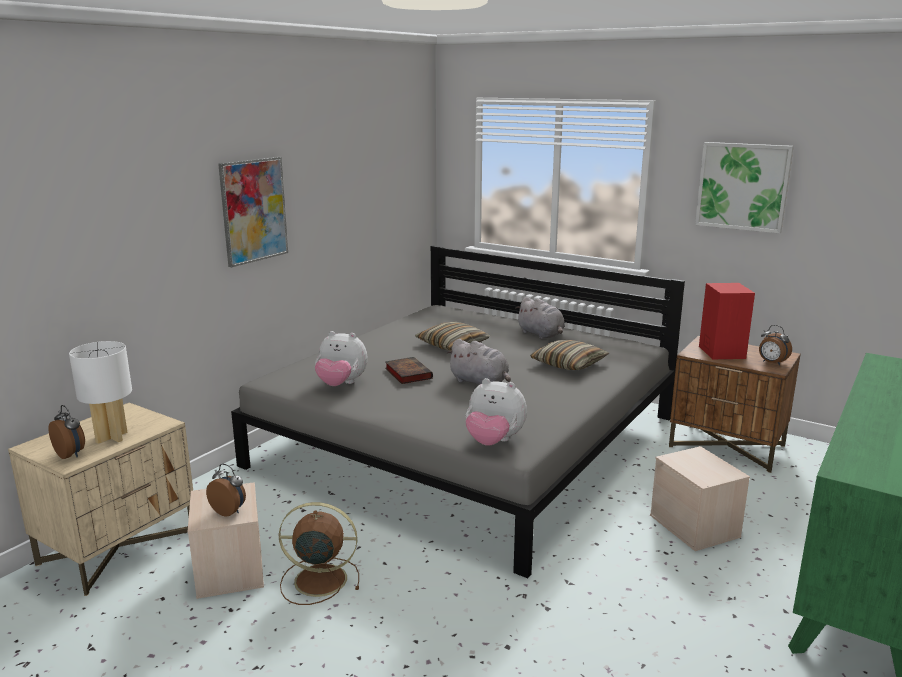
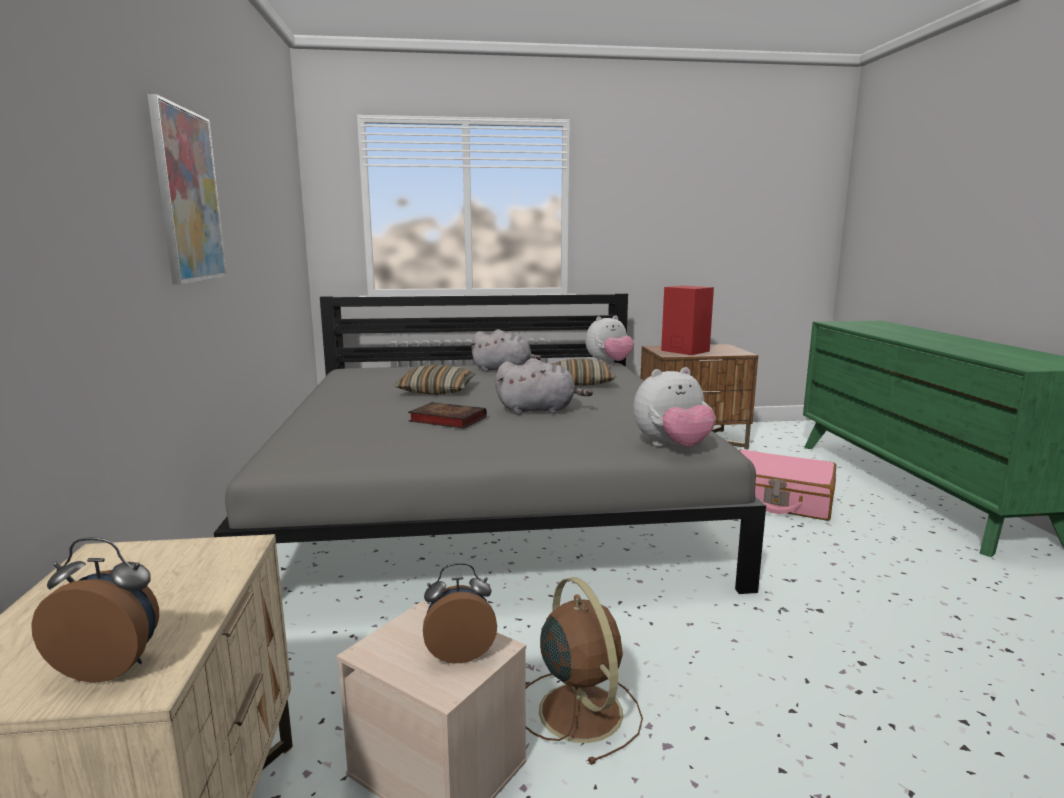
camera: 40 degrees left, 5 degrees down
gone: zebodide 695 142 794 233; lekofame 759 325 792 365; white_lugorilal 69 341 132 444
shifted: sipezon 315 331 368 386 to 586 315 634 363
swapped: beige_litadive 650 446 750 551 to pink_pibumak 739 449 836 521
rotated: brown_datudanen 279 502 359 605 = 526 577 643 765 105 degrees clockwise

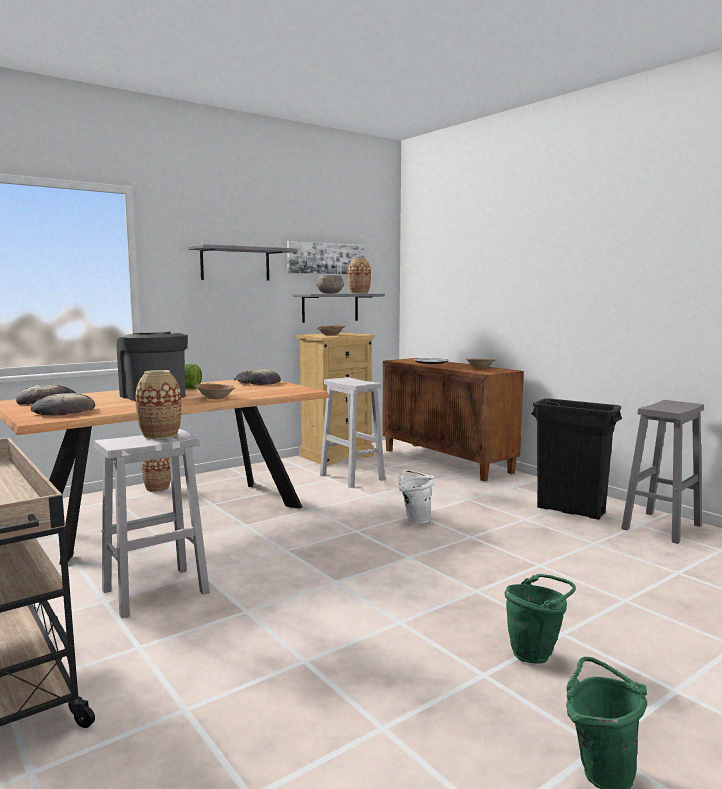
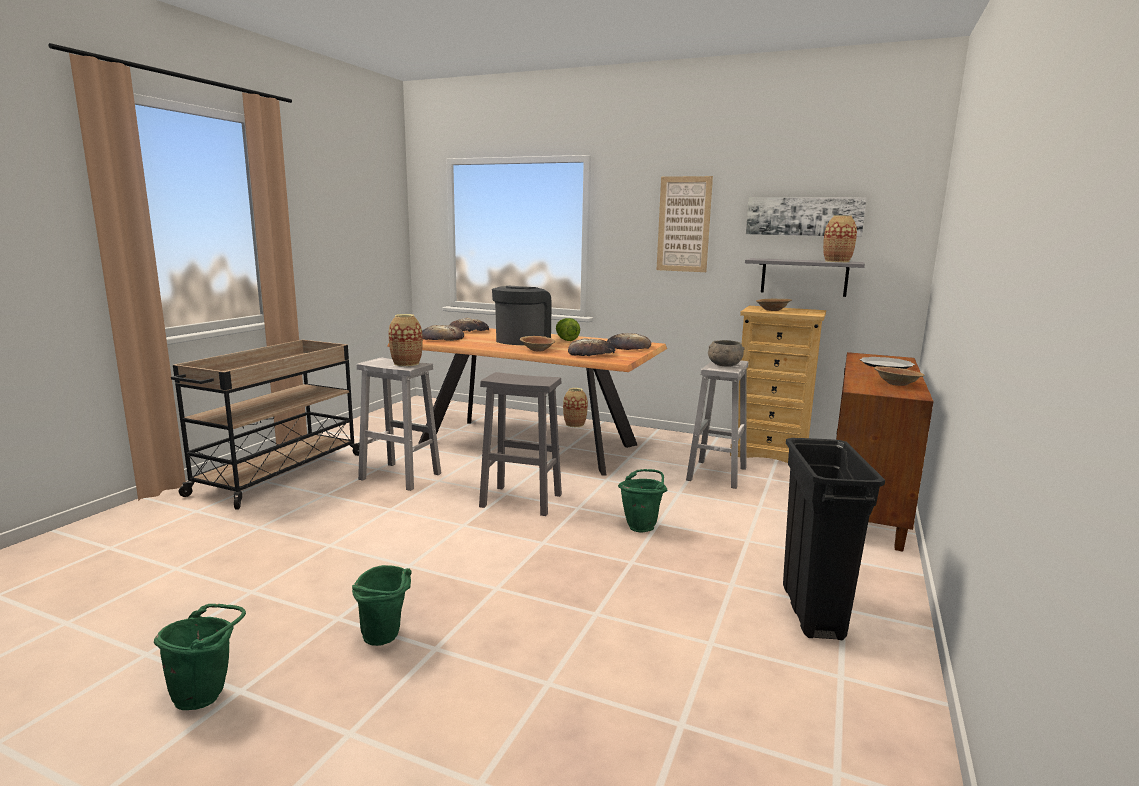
camera: 60 degrees right, 5 degrees up
new: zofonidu 568 338 616 356
shifted: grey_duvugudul 316 275 344 294 to 708 340 745 367; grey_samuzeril 621 400 704 544 to 479 372 562 516
swapped: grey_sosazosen 188 244 296 280 to zebodide 657 176 713 272
repainted: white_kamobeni 399 470 434 524 to green_kamobeni 618 469 667 533

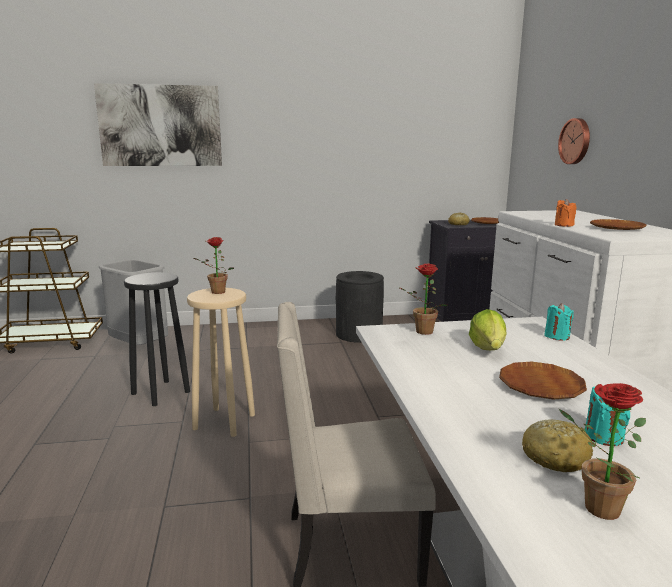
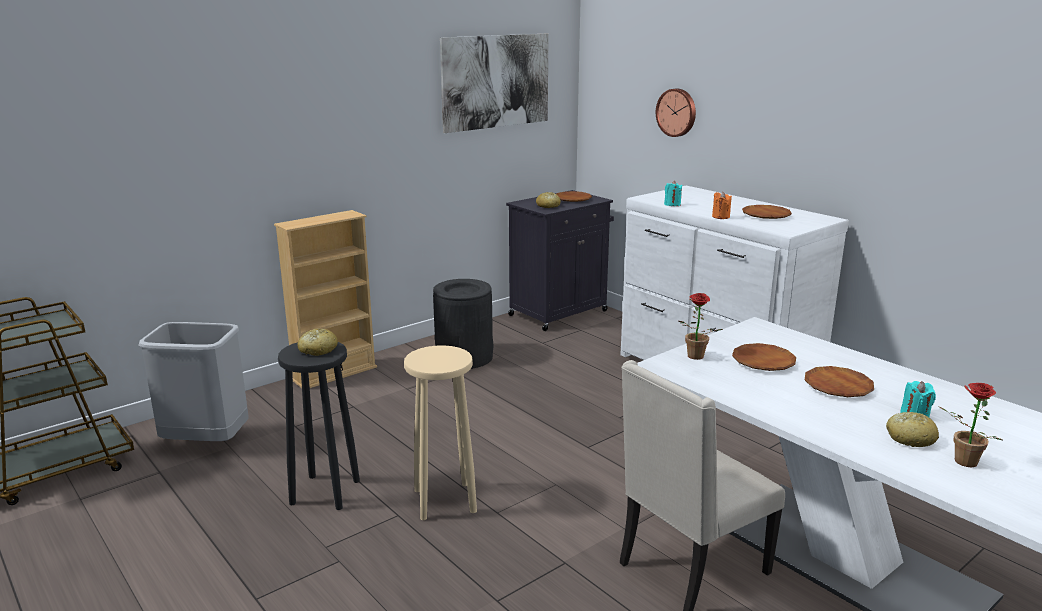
camera: 30 degrees left, 5 degrees up
gone: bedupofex 194 237 234 294
new: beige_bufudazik 274 210 377 388; zofonidu 297 329 338 356
shifted: zebodide 94 83 222 166 to 440 34 549 133; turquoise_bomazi 544 303 574 341 to 664 181 683 206
swapped: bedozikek 469 309 507 350 to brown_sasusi 732 343 796 371

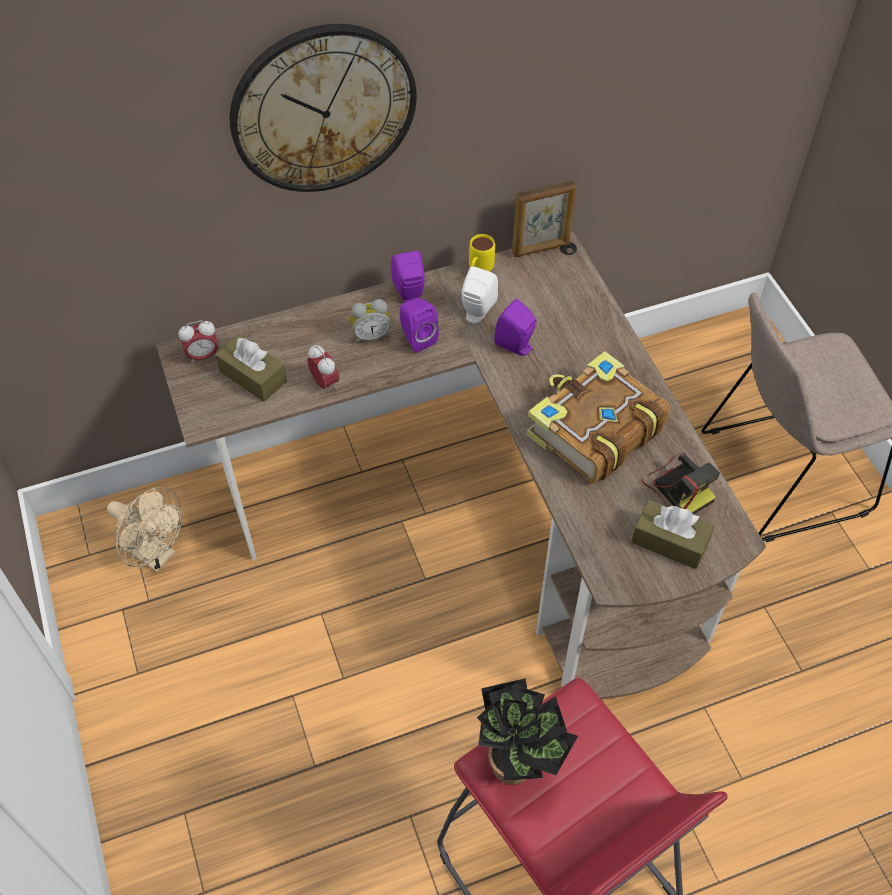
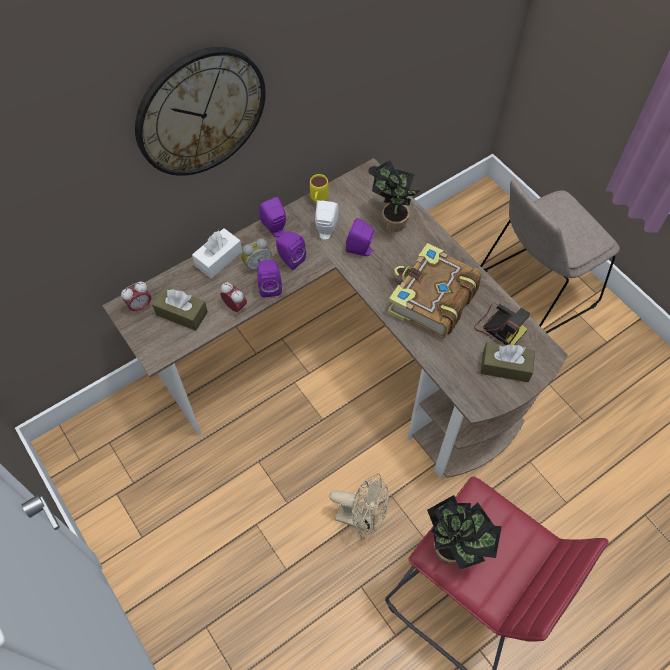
camera: 15 degrees left, 5 degrees up
gone: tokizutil 512 180 576 257
new: bedupofex 371 160 421 232; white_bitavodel 192 228 242 278; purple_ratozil 257 260 282 297
shifted: beige_datudanen 107 487 181 572 to 329 473 389 539

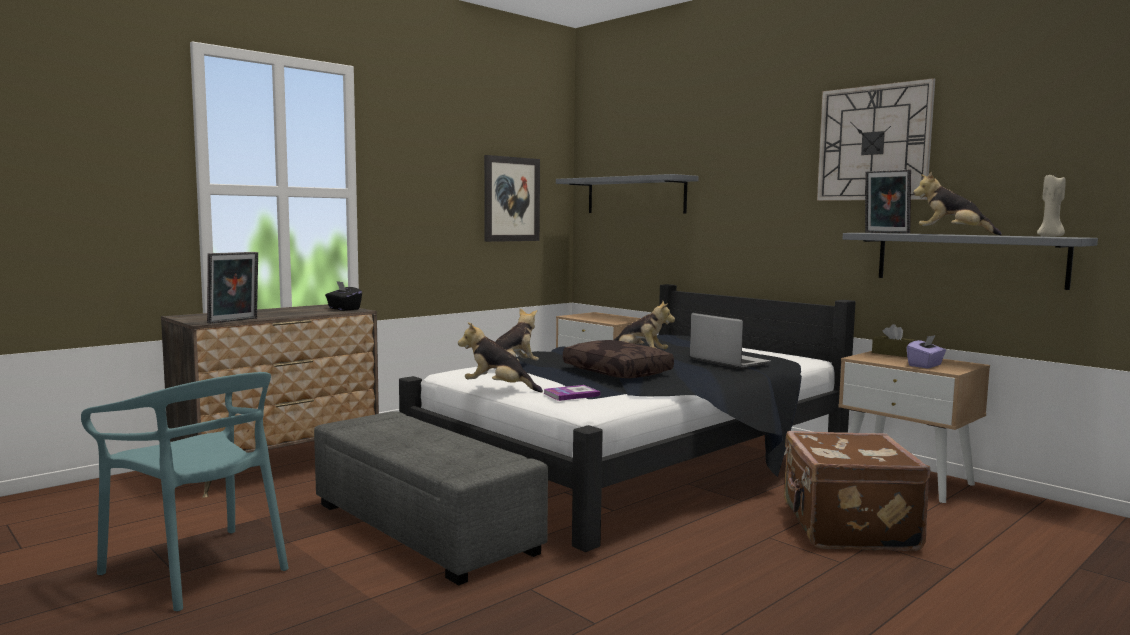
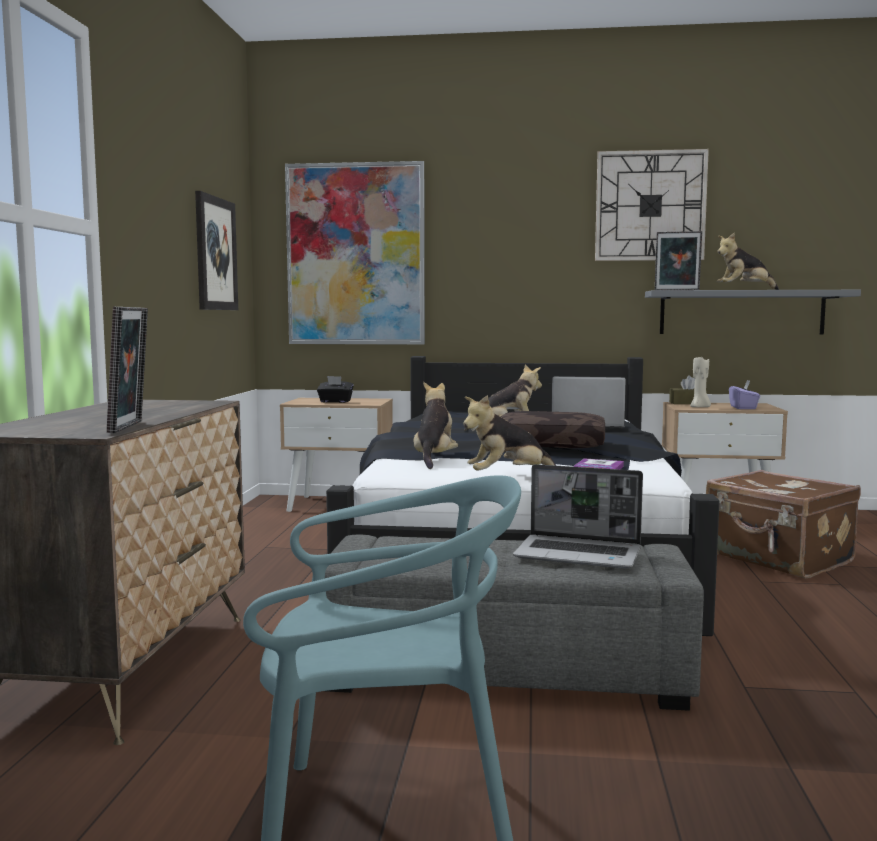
camera: 40 degrees left, 0 degrees up
new: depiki 513 464 643 569
shifted: beige_bomazi 1037 174 1066 237 to 690 356 711 407; black_bitavodel 325 281 362 311 to 317 376 354 403
swapped: grey_sosazosen 556 174 699 213 to zebodide 285 161 425 345

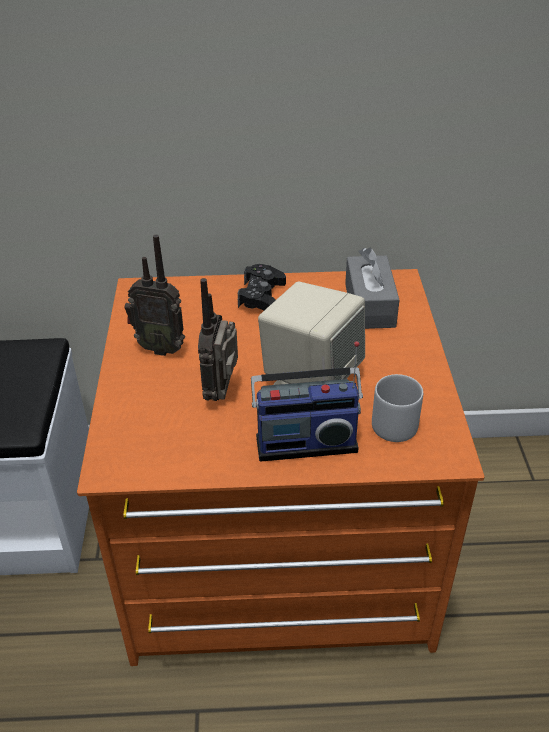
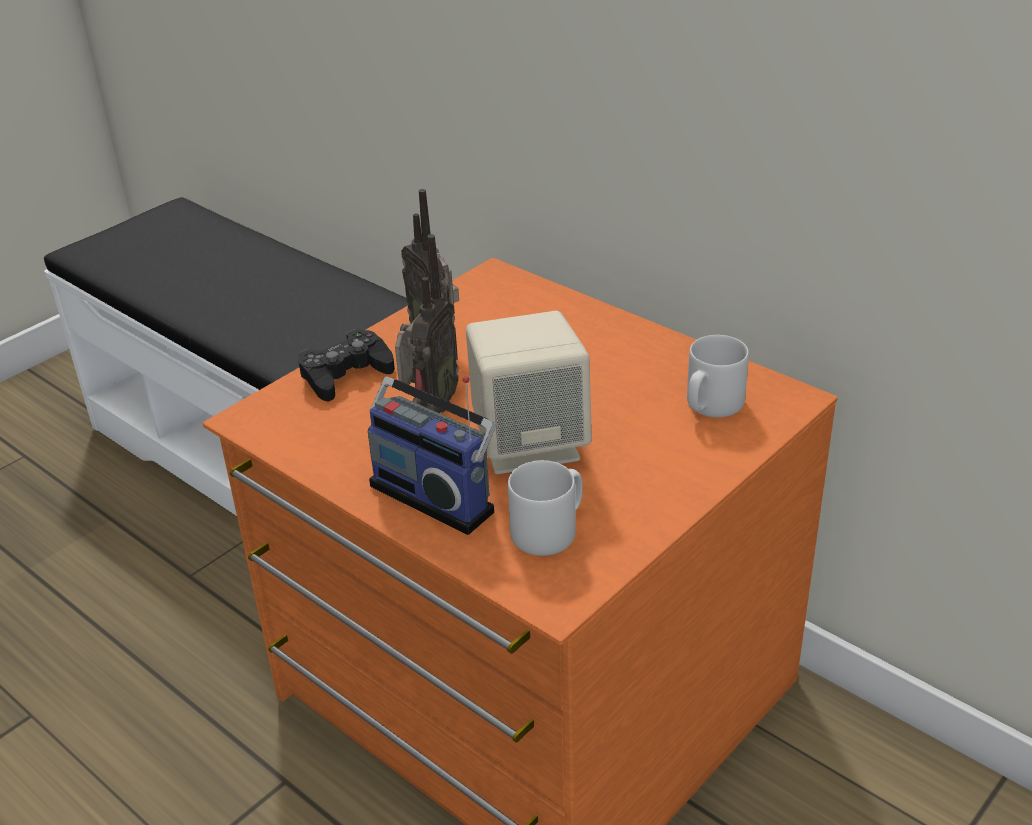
camera: 45 degrees right, 5 degrees down
shifted: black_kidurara 238 264 286 311 to 298 329 395 401
swapped: grey_bitavodel 345 248 399 329 to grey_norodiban 687 335 749 417
rotated: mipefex 198 278 238 401 = 395 234 459 413 150 degrees clockwise

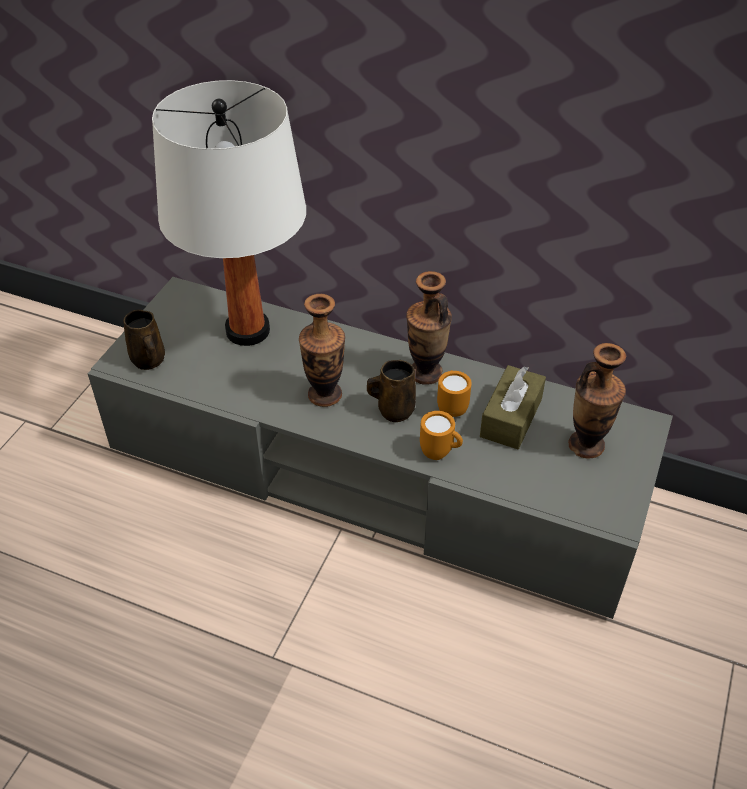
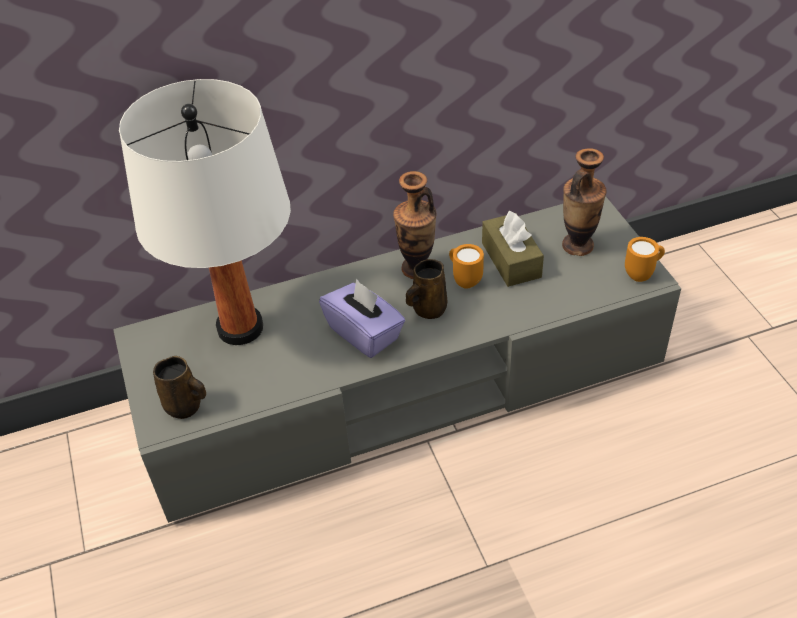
camera: 40 degrees left, 0 degrees up
shifted: orange_norodiban 420 411 463 460 to 625 237 665 282
swapped: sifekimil 299 294 345 407 to purple_bitavodel 319 279 405 358

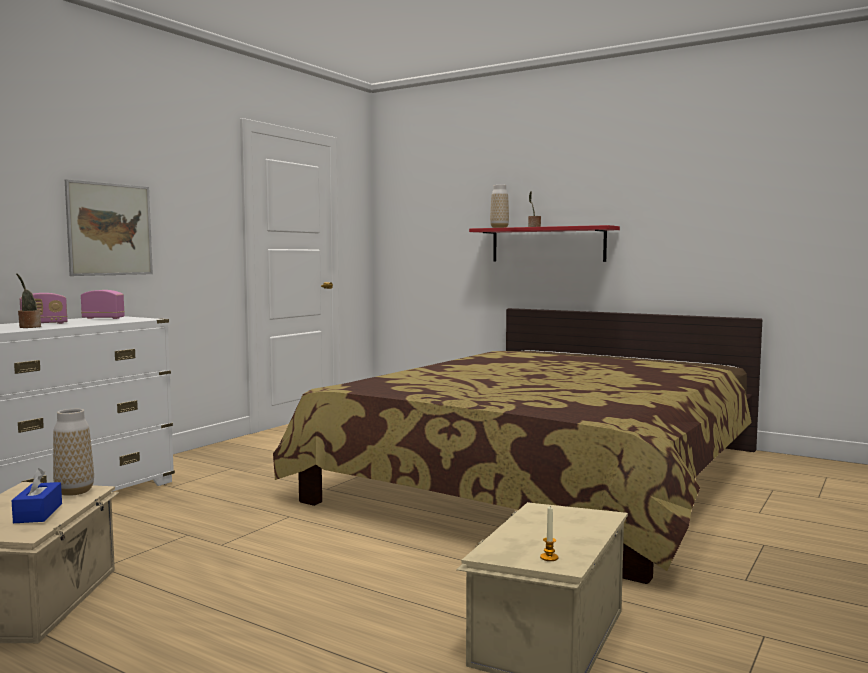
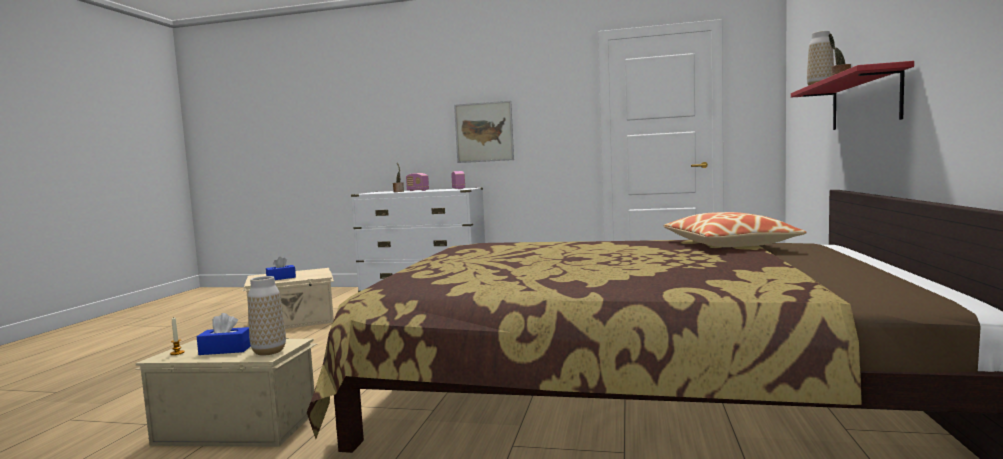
camera: 70 degrees right, 0 degrees up
new: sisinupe 663 212 806 247; blue_bitavodel 197 313 251 355
shifted: sifekimil 53 409 94 496 to 248 276 286 356

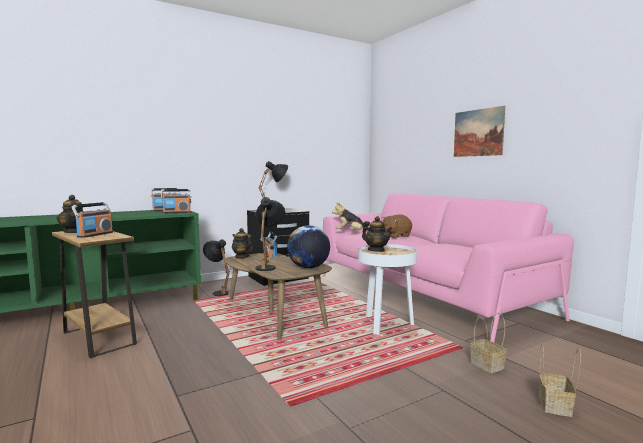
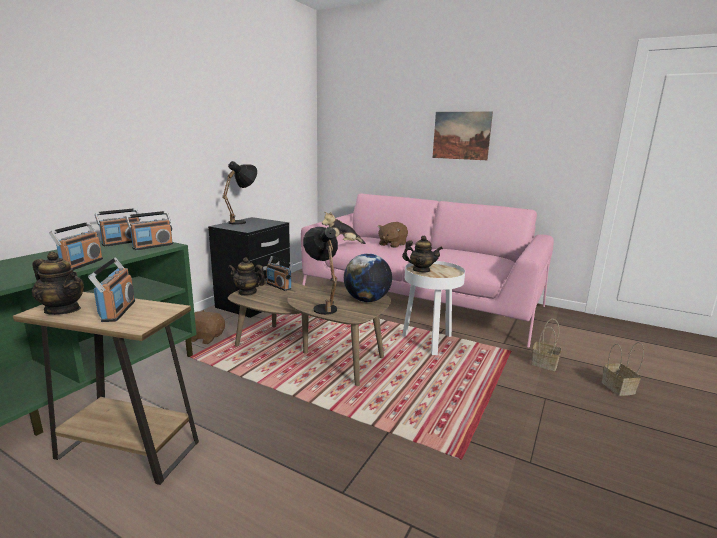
camera: 30 degrees left, 10 degrees up
new: mipefex 49 222 103 270
swapped: black_lugorilal 203 239 230 296 to brown_sipezon 191 310 225 344

